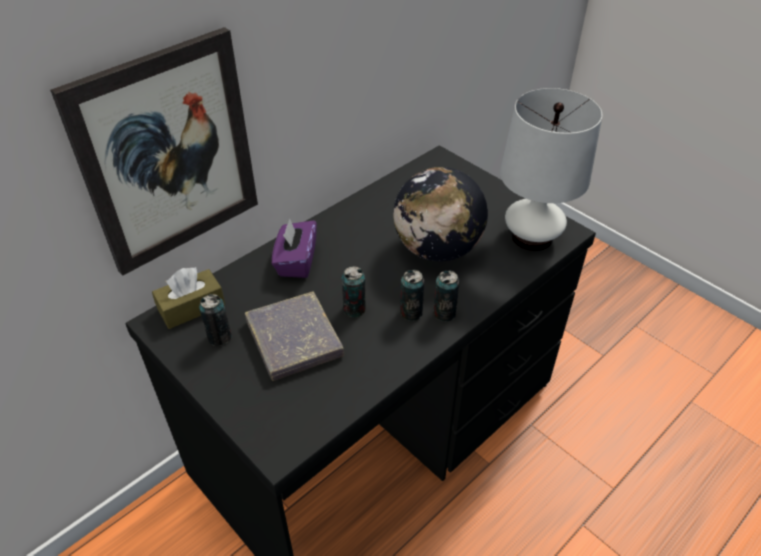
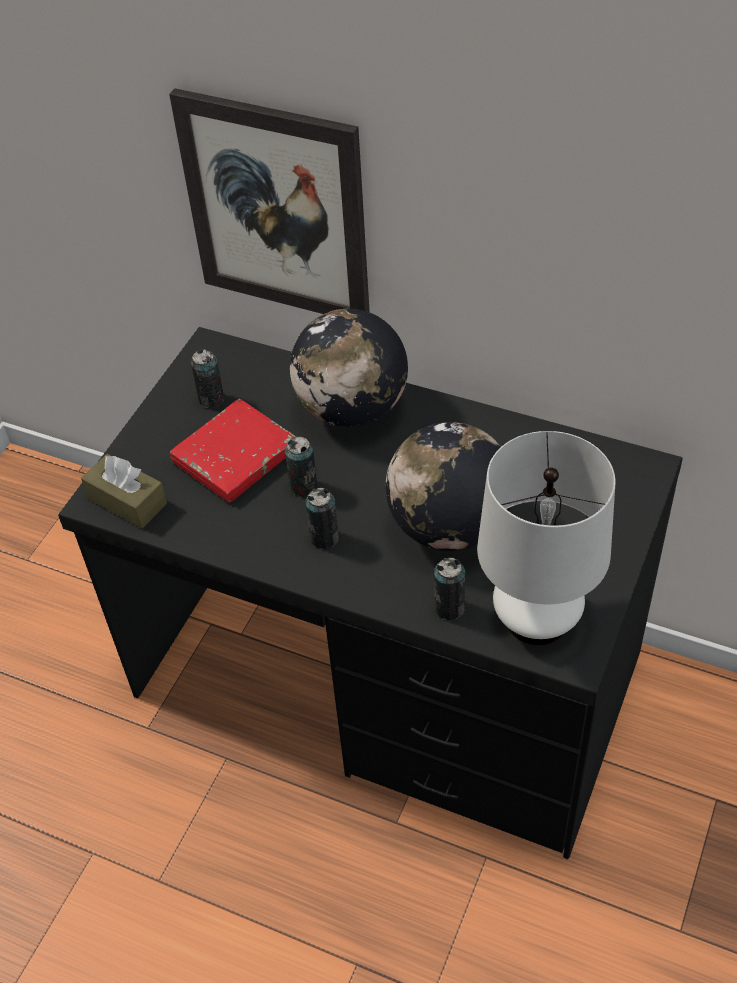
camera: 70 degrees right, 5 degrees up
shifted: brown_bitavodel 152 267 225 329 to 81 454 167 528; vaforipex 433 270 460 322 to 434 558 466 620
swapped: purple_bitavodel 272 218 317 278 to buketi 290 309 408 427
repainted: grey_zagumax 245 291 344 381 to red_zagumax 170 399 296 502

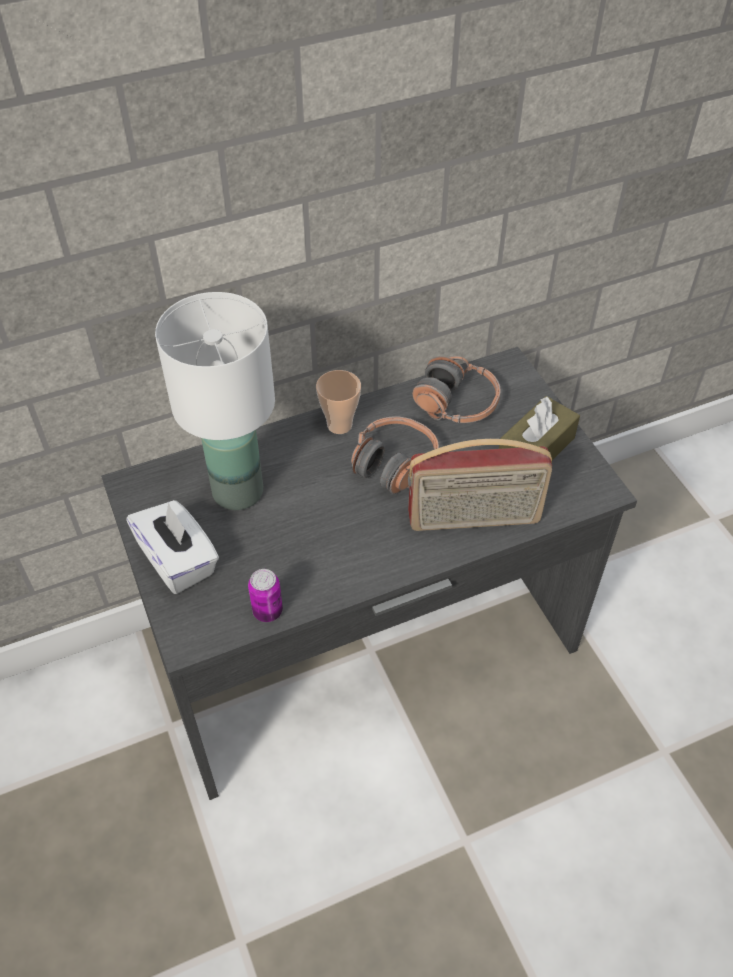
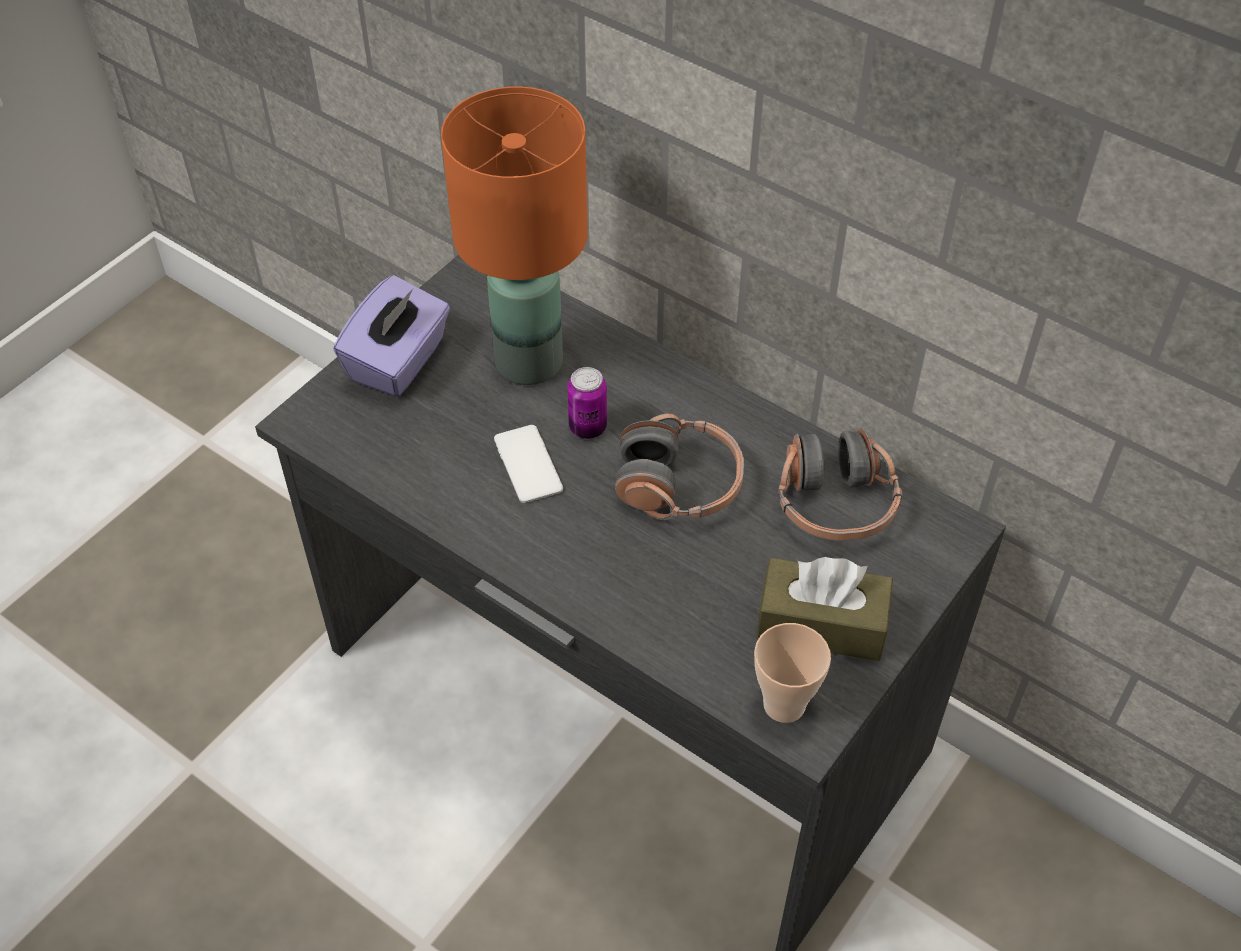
camera: 60 degrees right, 0 degrees up
gone: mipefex 408 439 552 531
new: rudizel 494 425 563 503
shifted: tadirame 316 370 361 434 to 754 623 831 723; vaforipex 248 569 283 622 to 567 367 607 439
repainted: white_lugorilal 155 292 275 510 to orange_lugorilal 441 87 588 385; white_bitavodel 126 500 219 594 to purple_bitavodel 333 275 450 397

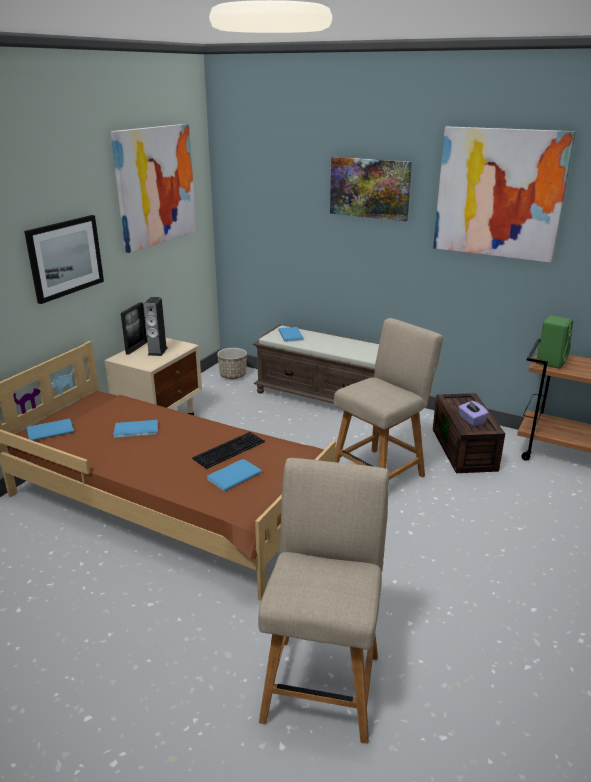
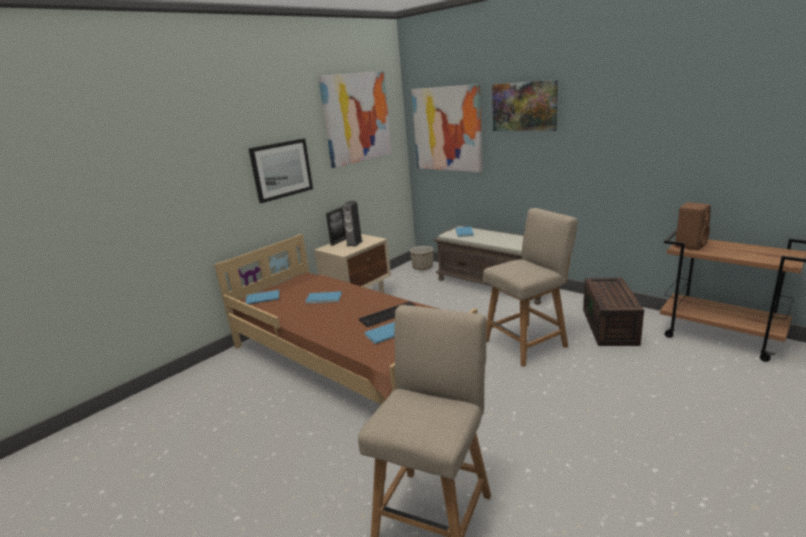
camera: 15 degrees right, 5 degrees down
gone: purple_bitavodel 458 400 489 426
shifted: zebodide 433 126 576 263 to 411 84 482 172
repainted: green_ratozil 536 315 573 369 to brown_ratozil 675 202 711 250

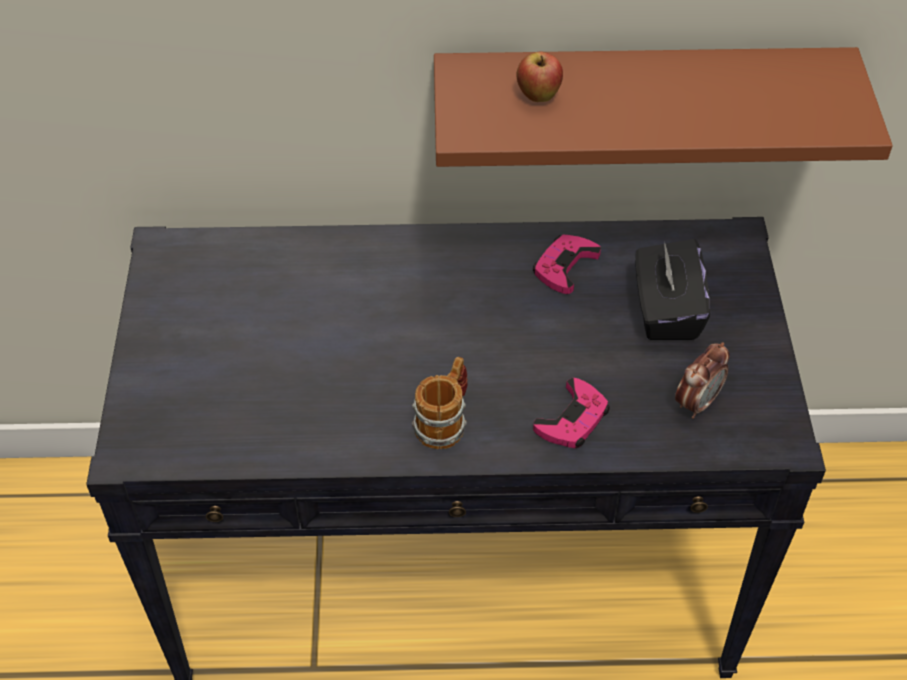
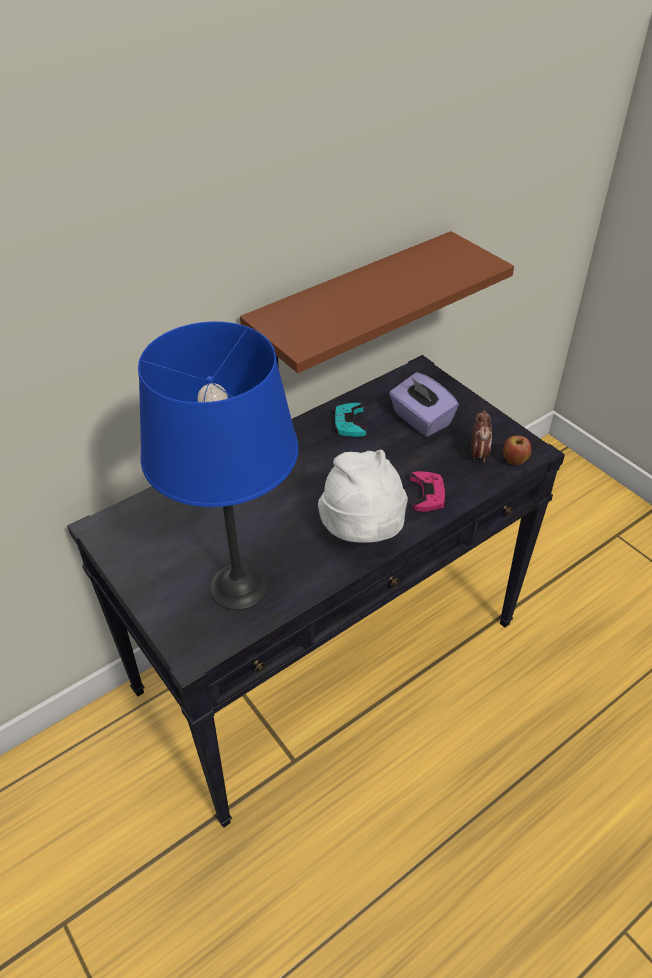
camera: 35 degrees left, 5 degrees down
new: blue_lugorilal 138 321 298 610
shifted: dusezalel 517 51 563 102 to 503 436 532 465
swapped: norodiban 412 357 467 449 to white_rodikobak 318 450 408 543
repainted: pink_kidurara 533 235 601 294 to turquoise_kidurara 333 403 366 437; black_bitavodel 635 239 710 340 to purple_bitavodel 389 372 459 437

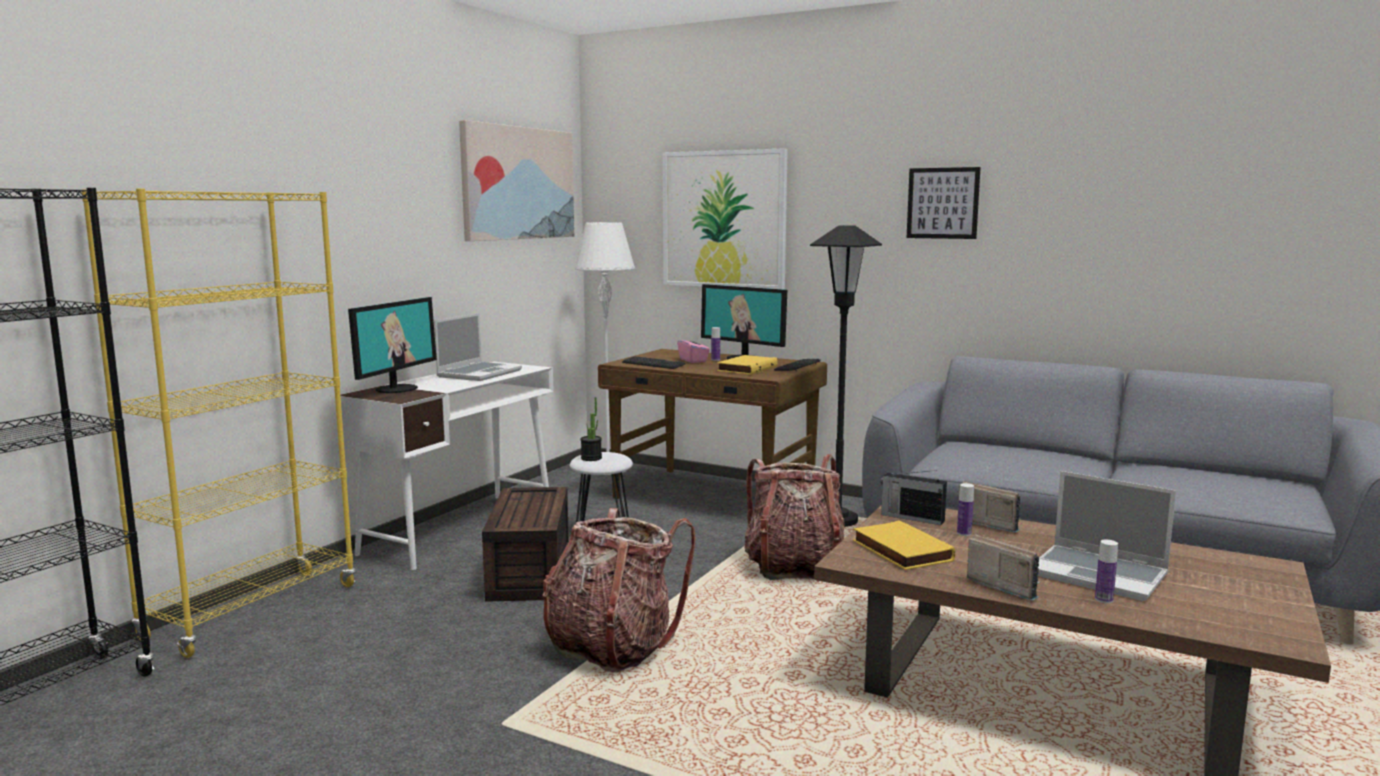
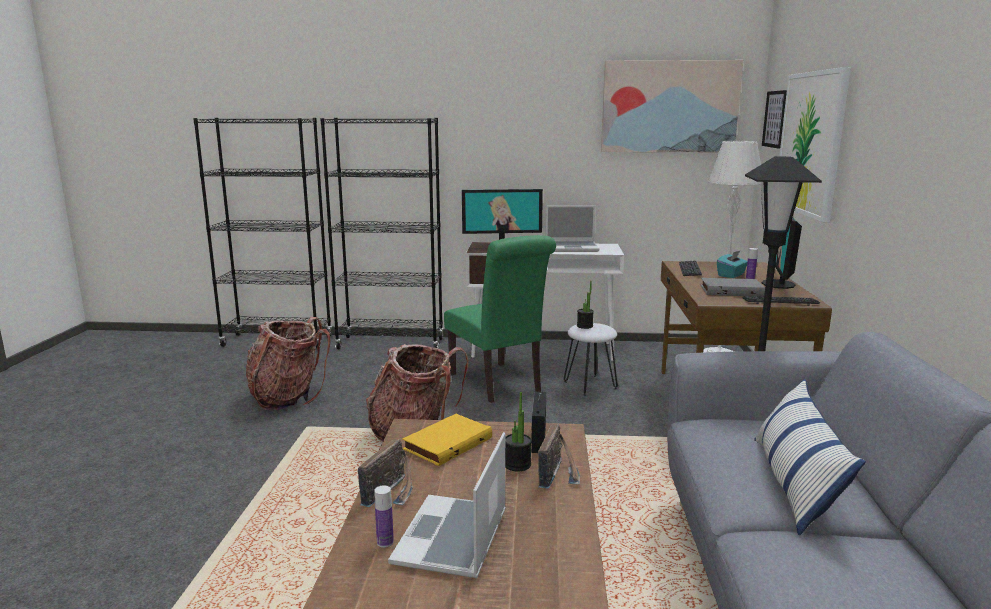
camera: 65 degrees right, 5 degrees up
new: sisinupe 754 379 866 535
shifted: zebodide 907 167 981 239 to 762 90 787 149; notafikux 744 454 845 580 to 246 317 331 410
swapped: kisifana 957 483 974 536 to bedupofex 505 392 532 472; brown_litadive 482 487 569 602 to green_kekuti 444 235 556 403
repainted: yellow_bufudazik 81 189 356 658 to black_bufudazik 320 118 444 349; pink_bitavodel 677 333 710 363 to turquoise_bitavodel 717 251 748 278; yellow_zagumax 717 355 778 375 to grey_zagumax 701 278 765 297

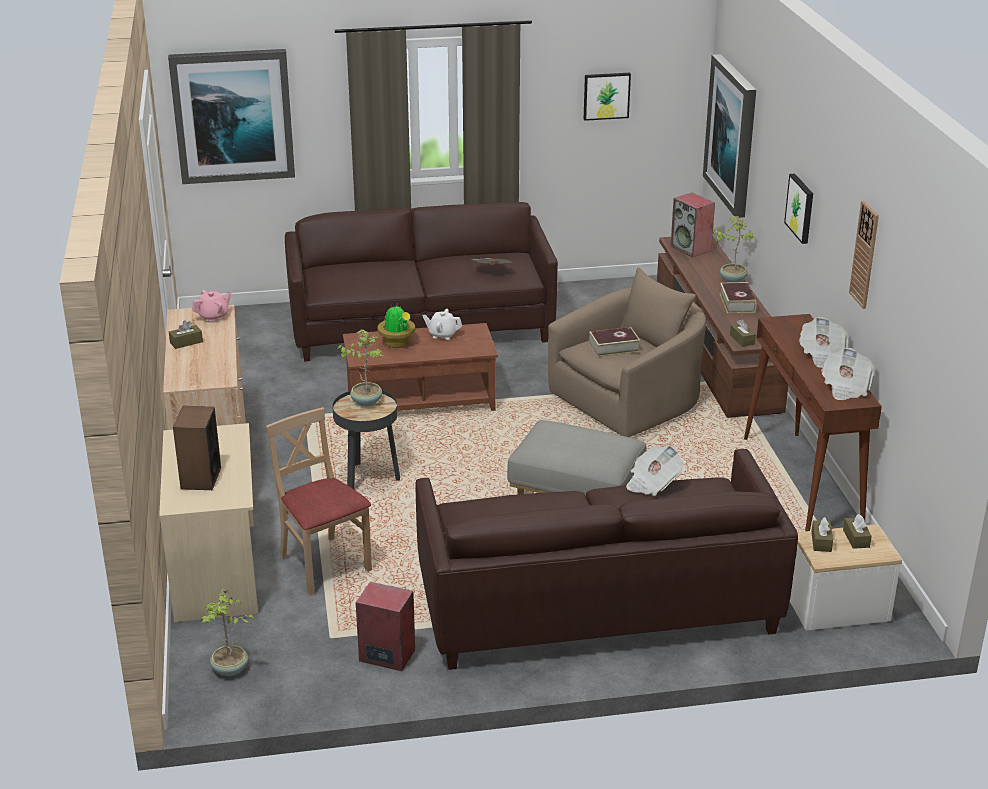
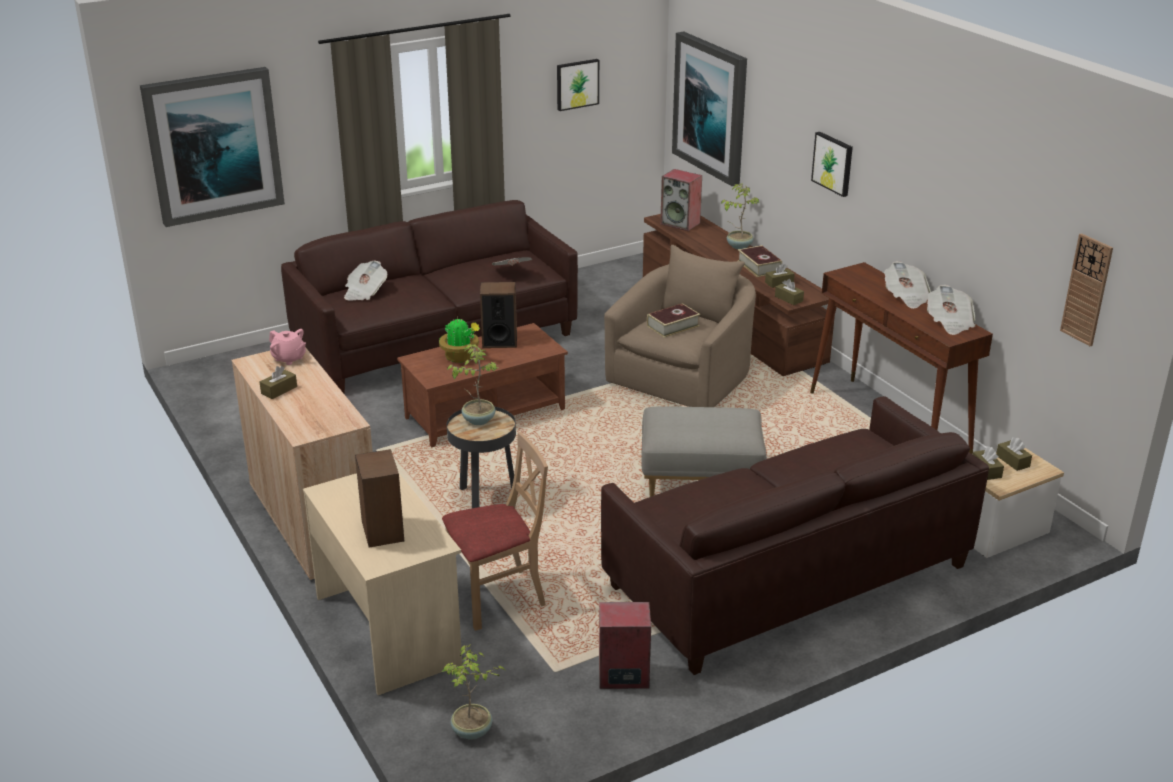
camera: 20 degrees left, 0 degrees up
new: brown_bitavodel 765 263 795 288
shifted: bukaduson 849 201 879 309 to 1060 233 1113 346; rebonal 626 445 683 496 to 344 260 387 301
swapped: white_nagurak 422 309 462 340 to ratozil 480 282 517 348
rotated: pink_nagurak 192 290 231 322 = 269 329 306 365 90 degrees clockwise; beige_kekuti 266 407 372 596 = 442 432 548 631 120 degrees clockwise

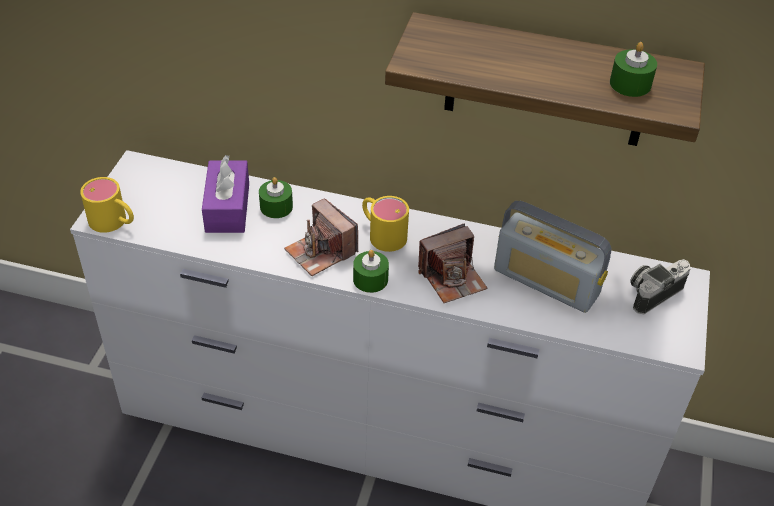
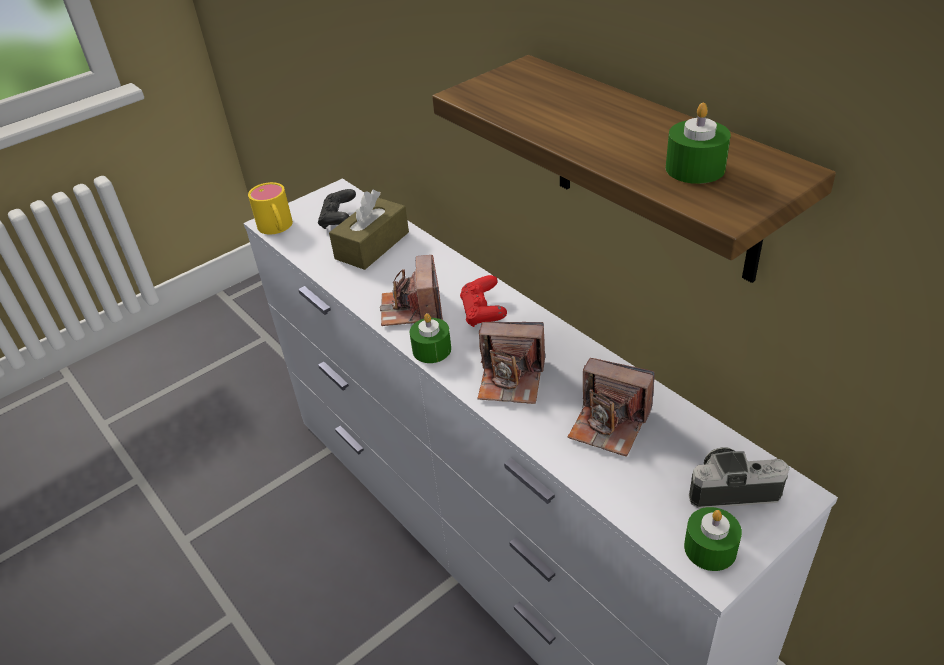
camera: 40 degrees right, 5 degrees down
new: black_kidurara 318 189 356 229
shifted: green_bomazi 259 177 293 218 to 684 507 742 571
swapped: yellow_norodiban 362 196 409 252 to red_kidurara 460 275 507 327; mipefex 494 201 611 313 to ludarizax 567 358 655 456
repainted: purple_bitavodel 202 155 249 233 to brown_bitavodel 329 190 409 270

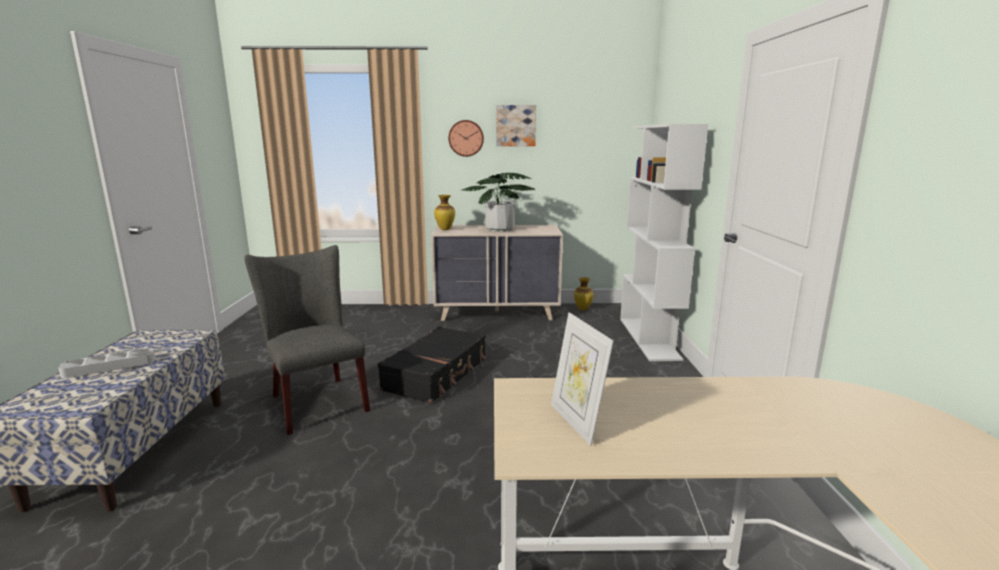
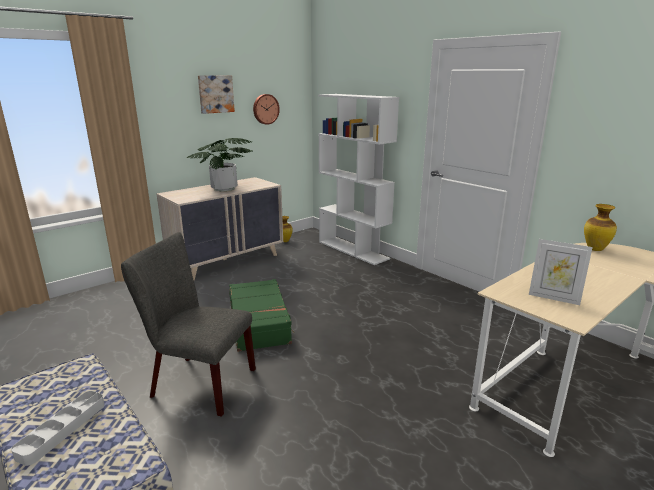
camera: 40 degrees left, 5 degrees up
shifted: bukaduson 448 120 484 157 to 253 94 280 125; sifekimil 434 195 455 230 to 584 204 617 251
repainted: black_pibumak 378 327 486 403 to green_pibumak 229 279 294 352

